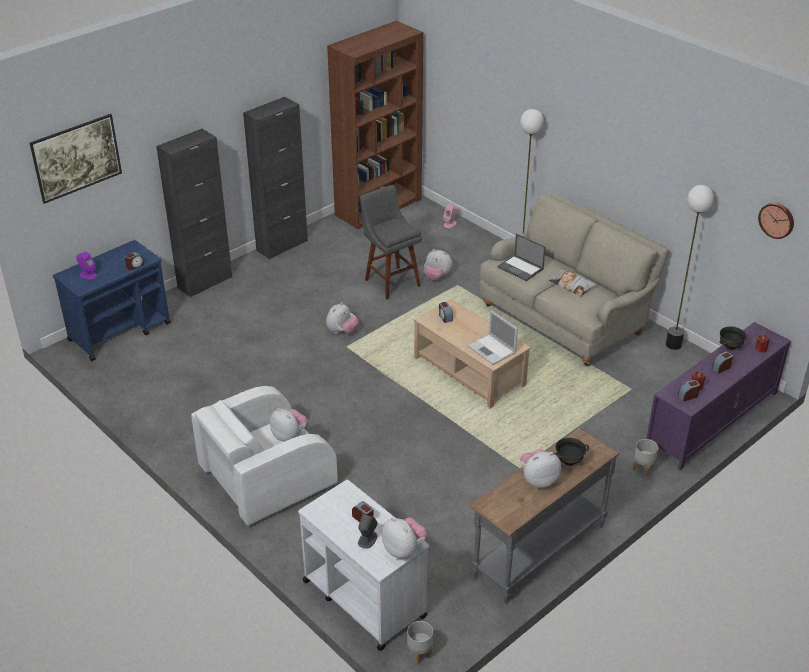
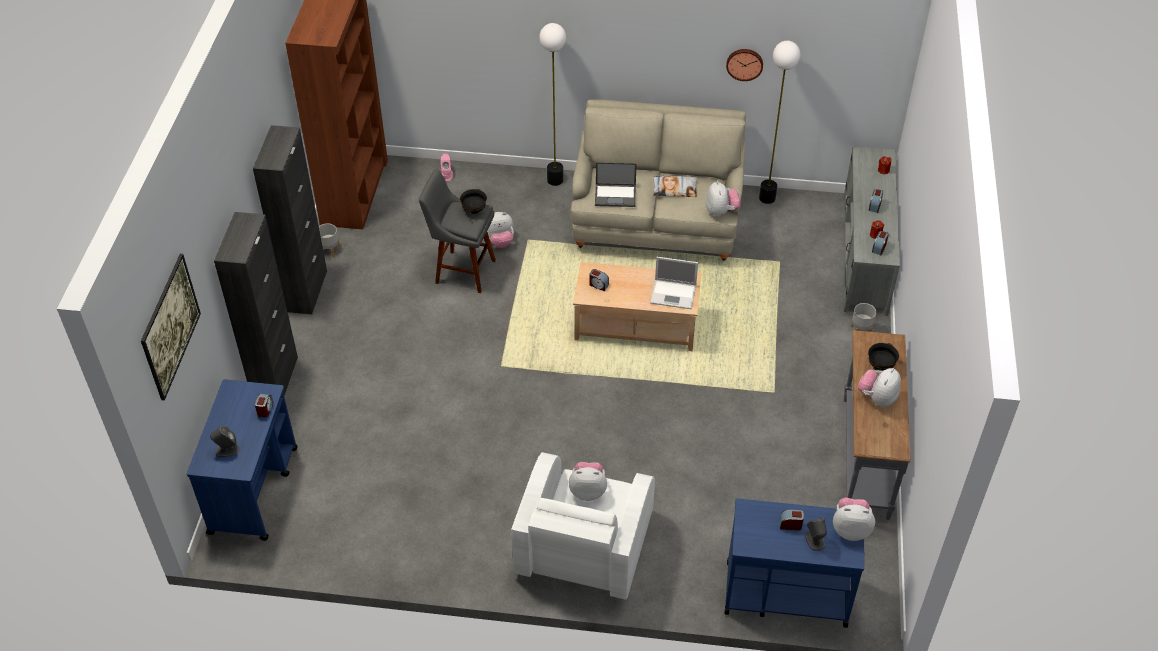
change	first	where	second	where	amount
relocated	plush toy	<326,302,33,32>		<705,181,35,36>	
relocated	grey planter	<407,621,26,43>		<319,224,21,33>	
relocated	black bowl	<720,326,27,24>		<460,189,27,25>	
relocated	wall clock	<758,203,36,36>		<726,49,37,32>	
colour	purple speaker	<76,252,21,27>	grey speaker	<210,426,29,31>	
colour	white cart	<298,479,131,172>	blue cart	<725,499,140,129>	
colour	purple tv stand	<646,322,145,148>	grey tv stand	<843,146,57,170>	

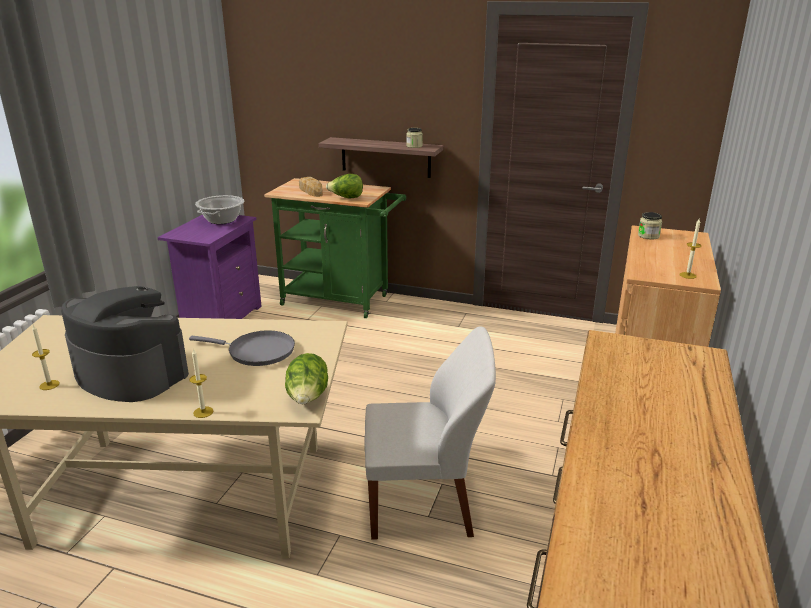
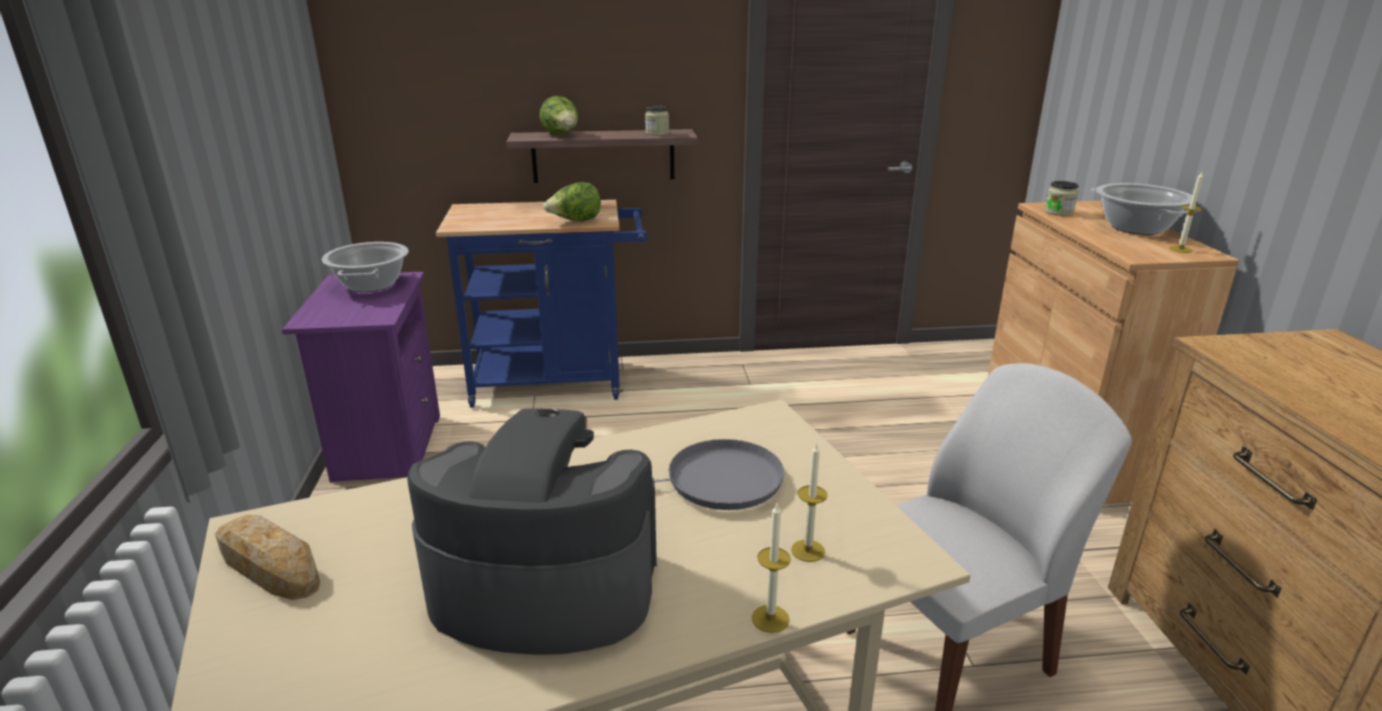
change	first	where	second	where	amount
appeared			cooking pot	<1091,183,108,52>	
relocated	candle	<32,325,28,65>		<791,442,37,120>	
relocated	lettuce	<285,353,43,51>		<540,96,38,39>	
relocated	bread	<299,177,24,20>		<215,515,105,85>	
colour	green cart	<264,178,142,140>	blue cart	<436,200,211,207>	

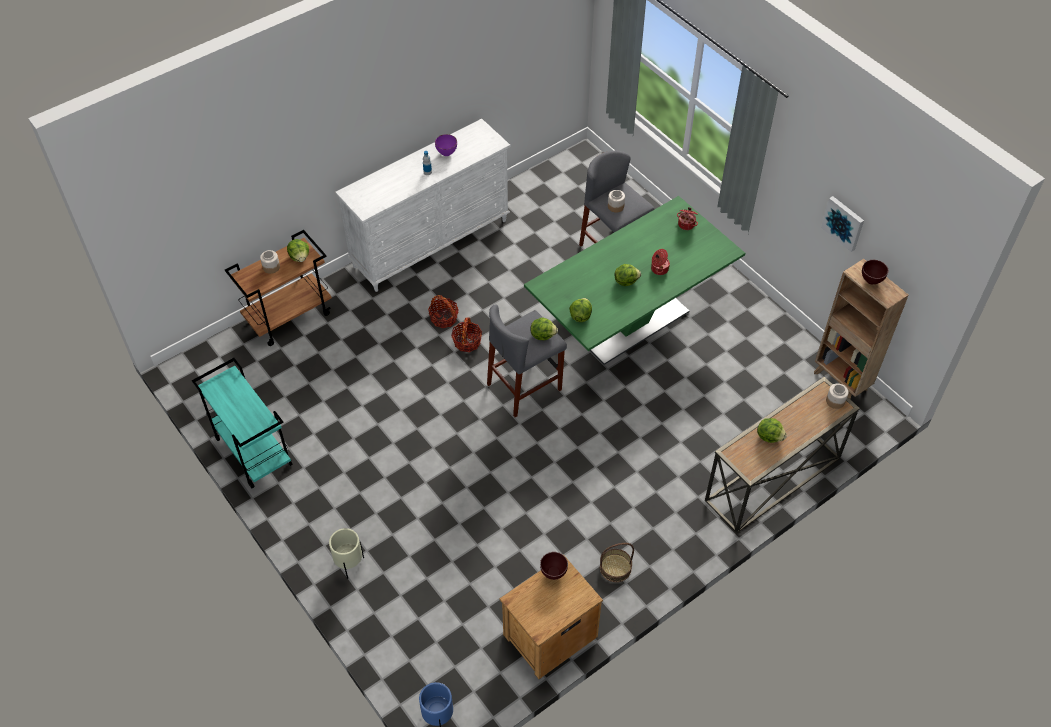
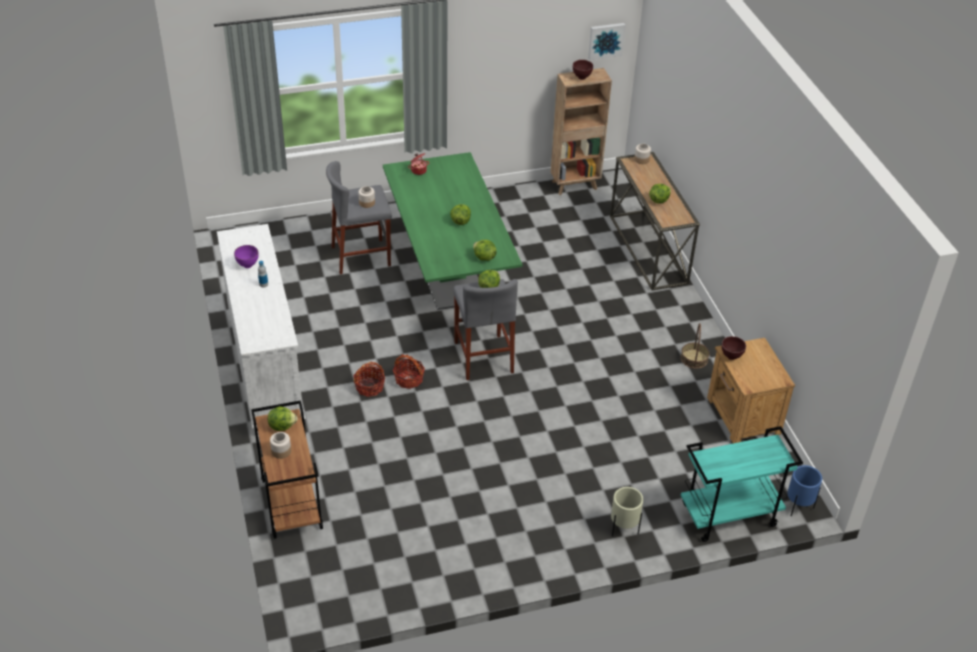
change	first	where	second	where	amount
missing	cooking pot	<651,249,19,26>			
relocated	turquoise cart	<192,358,101,130>		<681,426,122,116>	
relocated	picture	<821,196,43,56>		<588,23,38,37>	

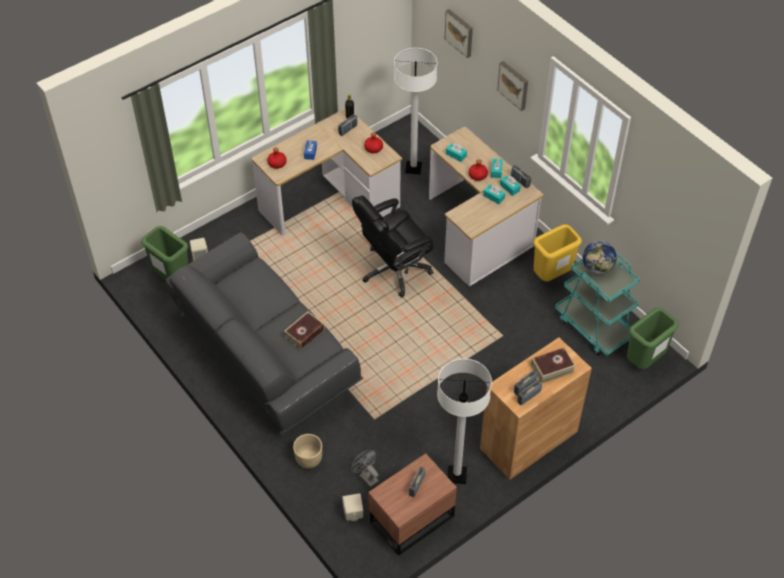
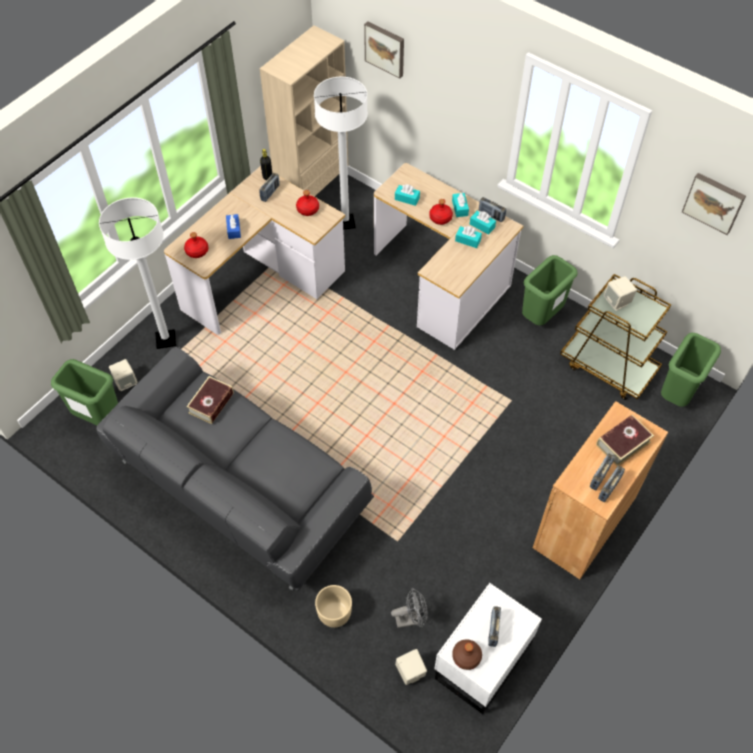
change	first	where	second	where	amount
missing	black office chair	<352,196,82,101>			
appeared			beige bookcase	<260,25,88,172>	
appeared			brown bottle	<452,639,30,31>	
relocated	book	<284,312,41,38>		<187,376,47,48>	
relocated	white floor lamp	<437,359,55,125>		<99,197,78,152>	
relocated	picture	<497,61,31,50>		<682,173,64,62>	
exchanged	globe	<583,241,34,34>	beige speaker	<603,276,34,35>	
colour	brown nightstand	<368,453,89,103>	white nightstand	<434,583,108,131>	
colour	yellow trash can	<534,224,48,57>	green trash can	<522,255,56,70>	
colour	turquoise cart	<555,252,85,104>	brown cart	<560,274,111,126>	
spun	grey fan	<351,450,28,37>		<391,588,37,40>	135 degrees clockwise

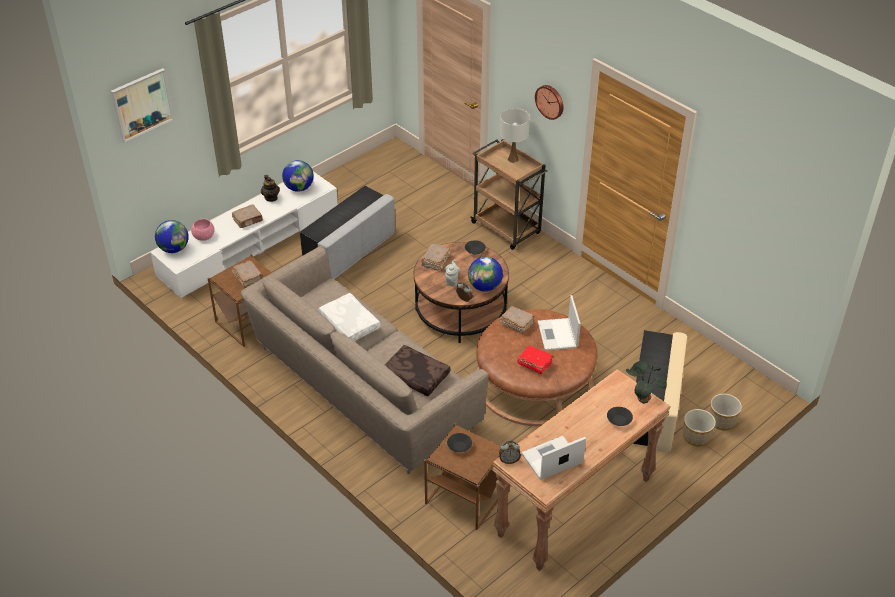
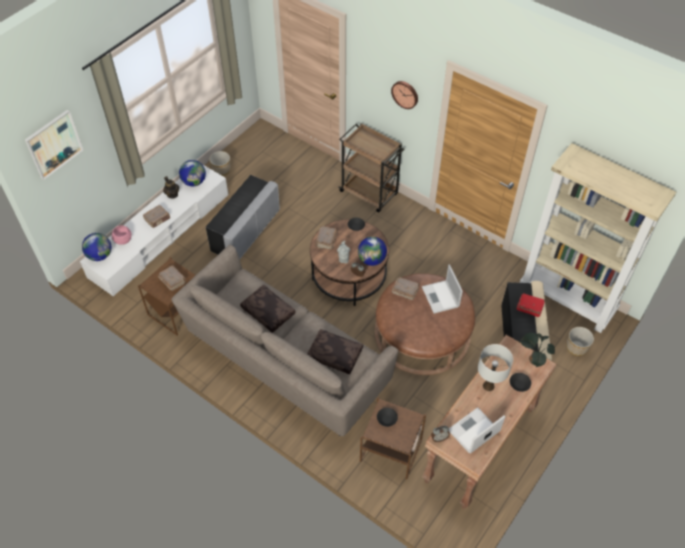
change	first	where	second	where	amount
appeared			beige bookcase	<520,143,156,190>	
relocated	white table lamp	<500,108,30,55>		<478,344,35,47>	
relocated	red book	<517,345,36,29>		<517,293,28,24>	
relocated	planter	<683,409,33,38>		<209,151,21,25>	
colour	white pillow	<318,293,63,48>	brown pillow	<240,285,56,48>	

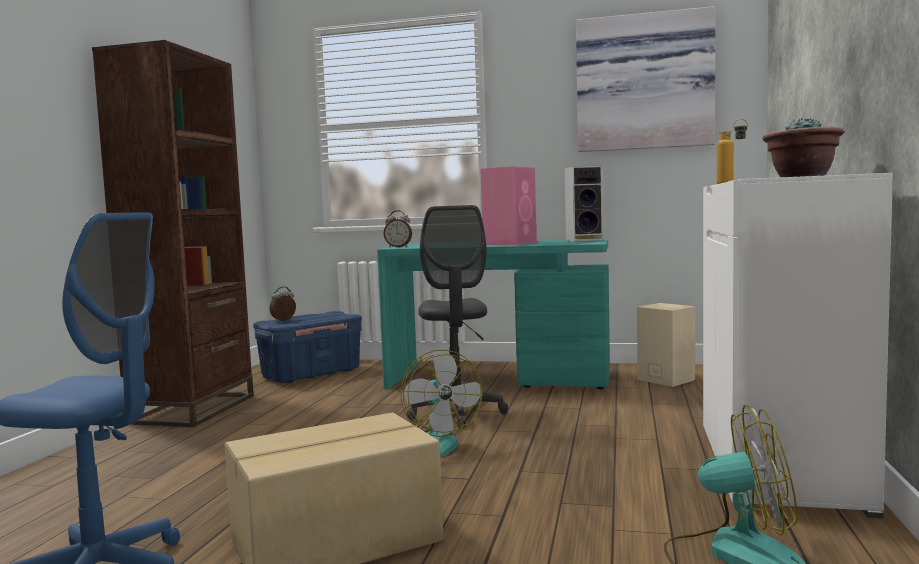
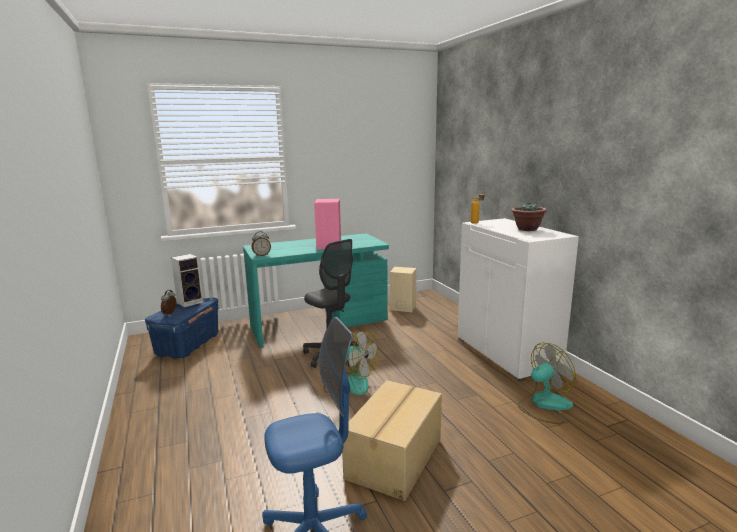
change	first	where	second	where	amount
missing	brown bookcase	<92,40,162,387>			
missing	picture	<576,6,139,146>			
relocated	speaker	<565,166,38,76>		<171,254,32,53>	

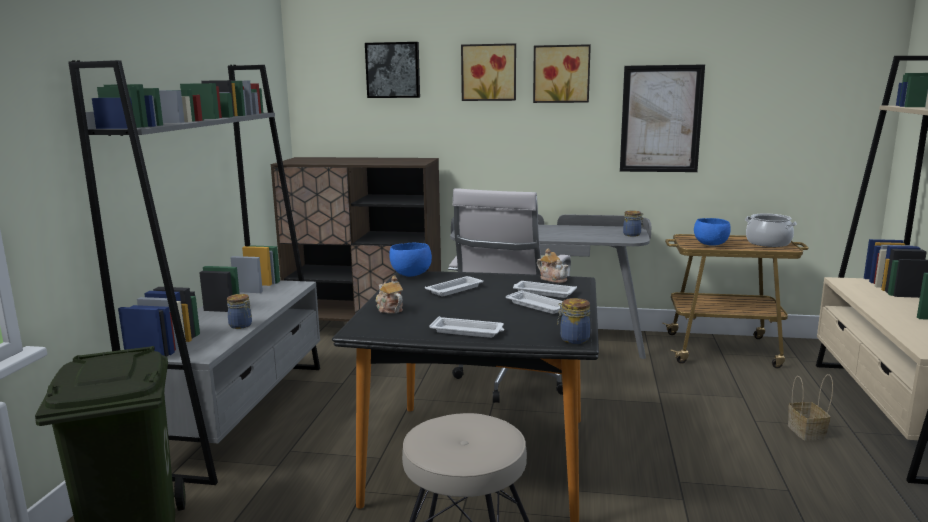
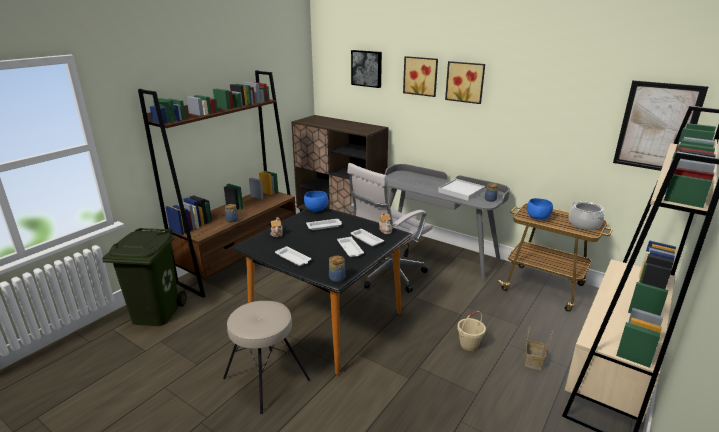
change	first	where	second	where	amount
appeared			white tray	<438,179,47,22>	
appeared			beige bucket	<457,311,29,40>	
relocated	picture	<620,64,85,108>		<613,80,96,91>	
colour	grey bookcase	<68,60,252,425>	brown bookcase	<138,70,158,228>	

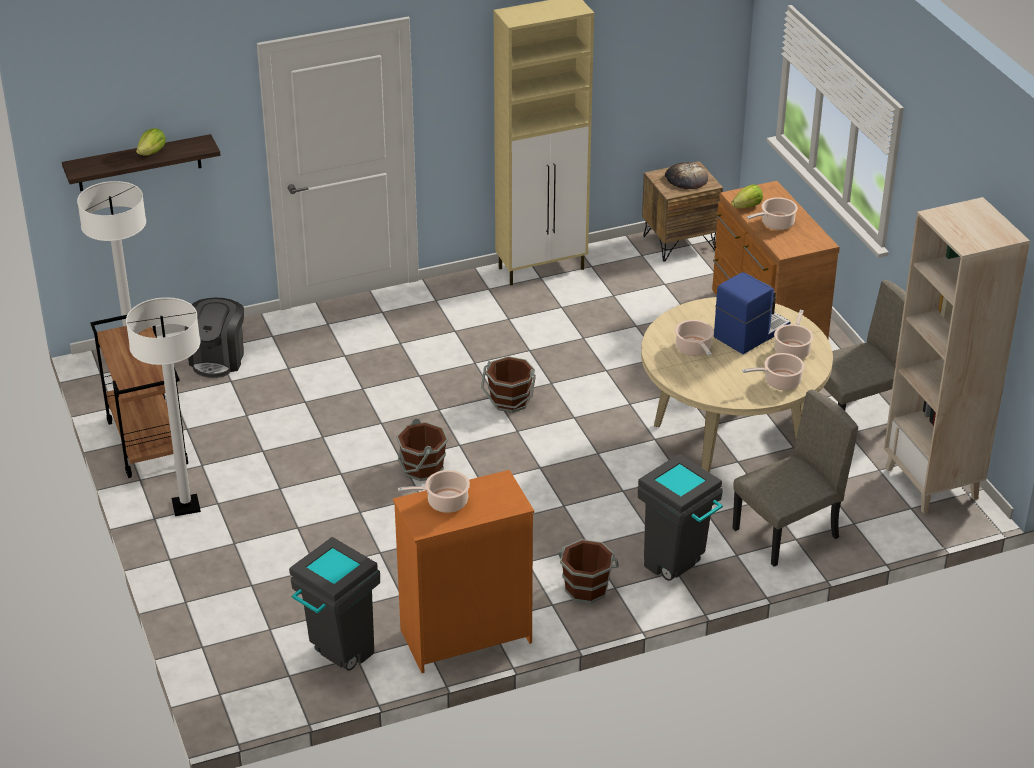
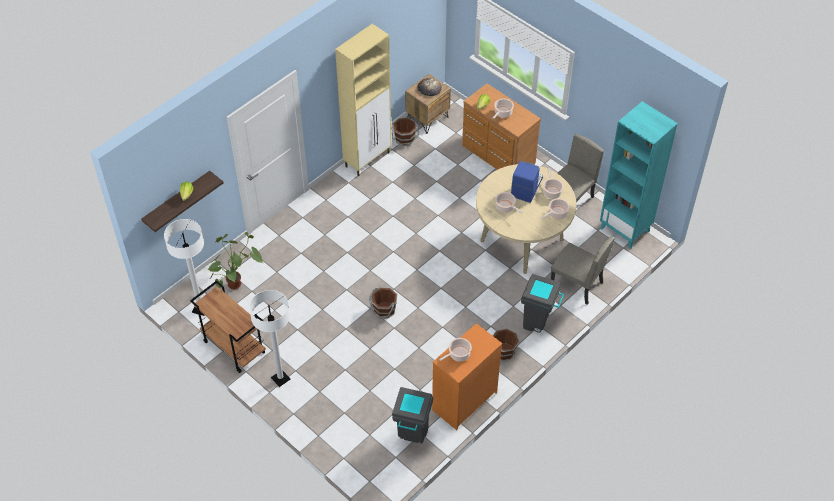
change	first	where	second	where	amount
relocated	brown bucket	<481,356,55,57>		<391,117,28,29>	
exchanged	coffee machine	<185,298,59,80>	potted plant	<208,232,55,57>	
colour	beige bookcase	<884,197,146,317>	turquoise bookcase	<600,101,78,148>	
spun	beige chair	<733,390,125,177>		<551,237,64,68>	90 degrees clockwise

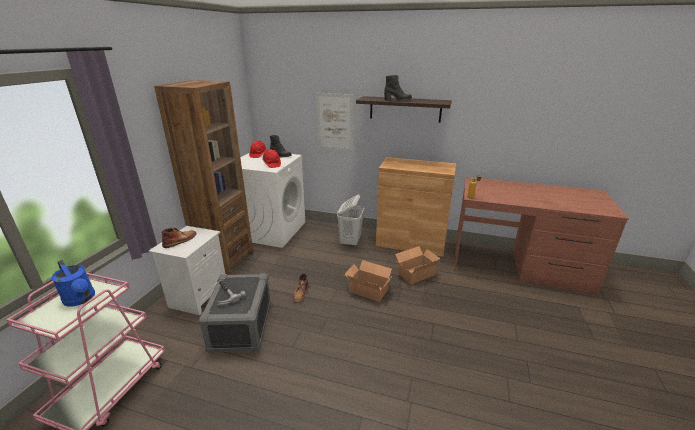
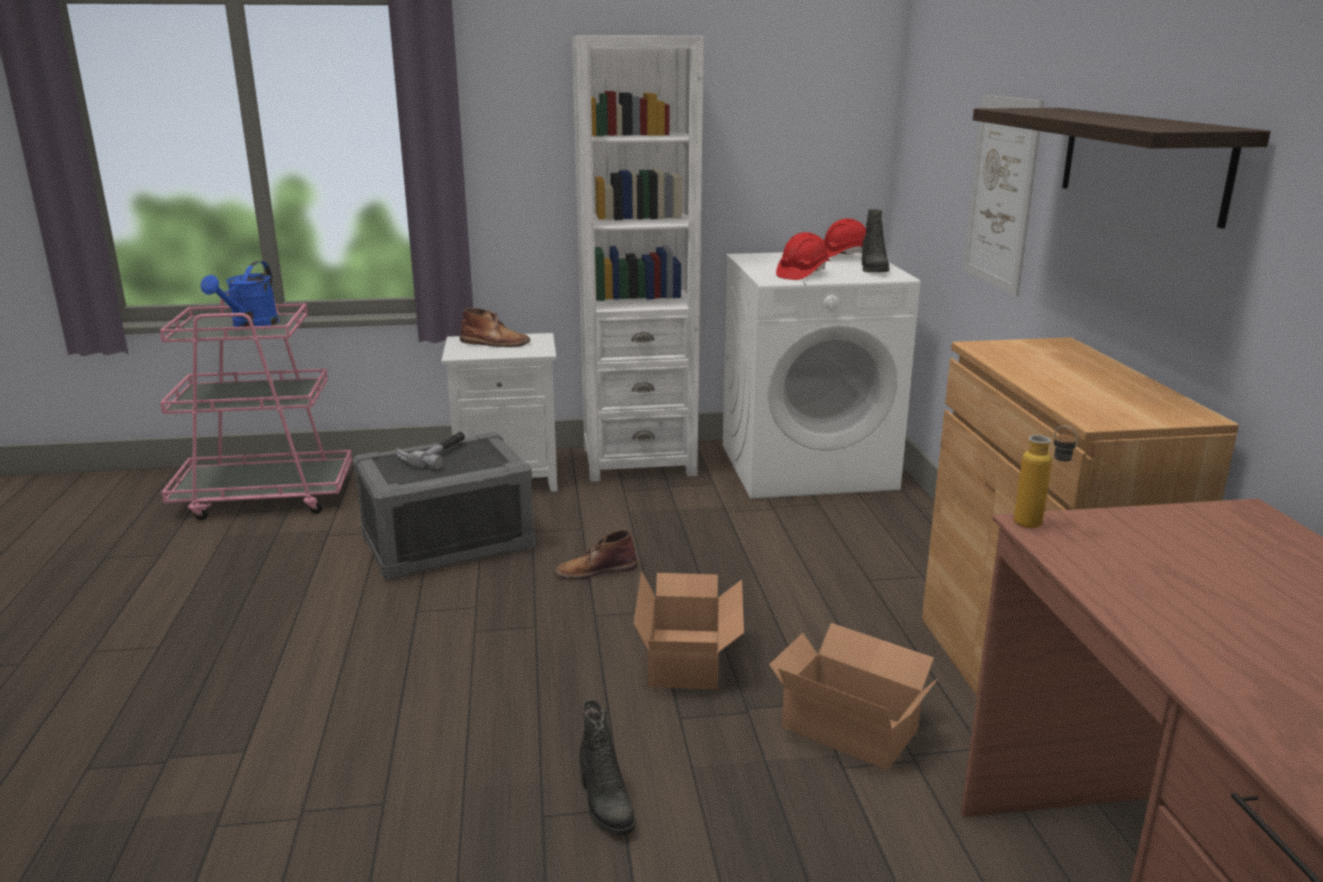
change	first	where	second	where	amount
missing	white laundry basket	<337,195,27,52>			
relocated	black boot	<384,75,28,26>		<579,700,57,136>	
colour	brown bookcase	<154,80,99,195>	white bookcase	<572,36,132,446>	

